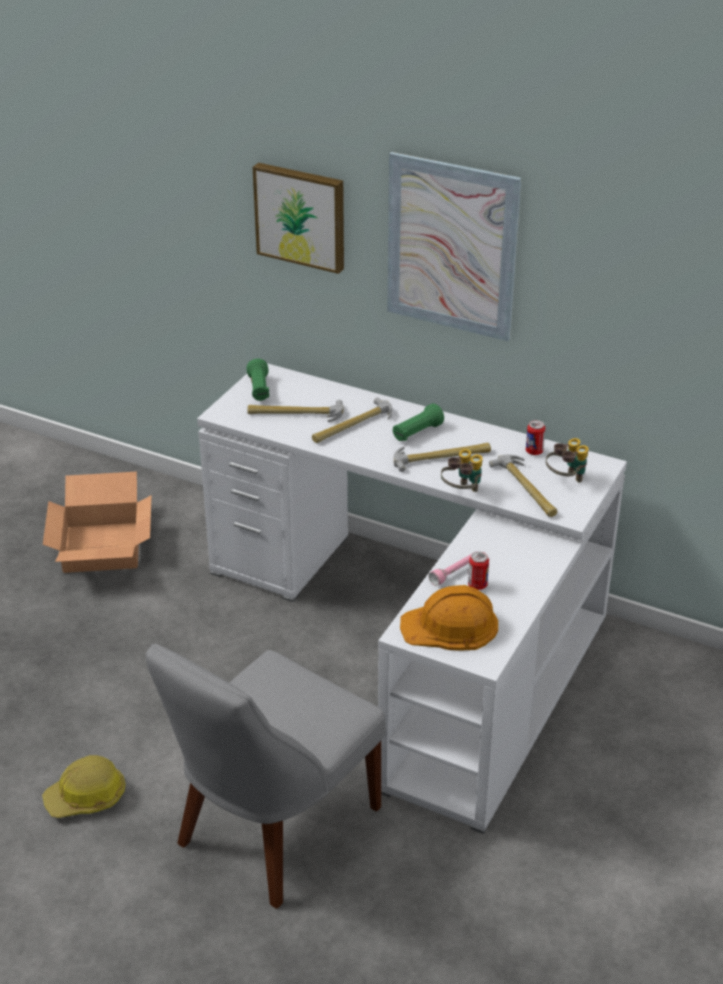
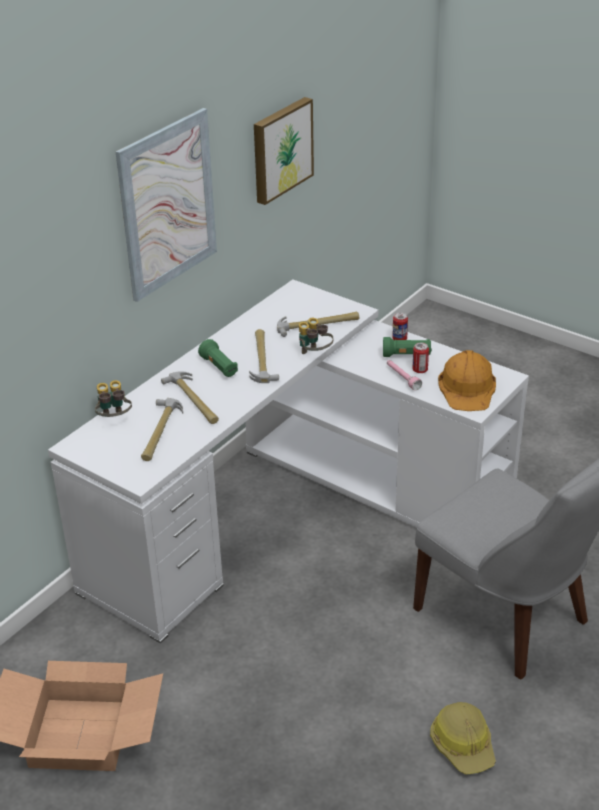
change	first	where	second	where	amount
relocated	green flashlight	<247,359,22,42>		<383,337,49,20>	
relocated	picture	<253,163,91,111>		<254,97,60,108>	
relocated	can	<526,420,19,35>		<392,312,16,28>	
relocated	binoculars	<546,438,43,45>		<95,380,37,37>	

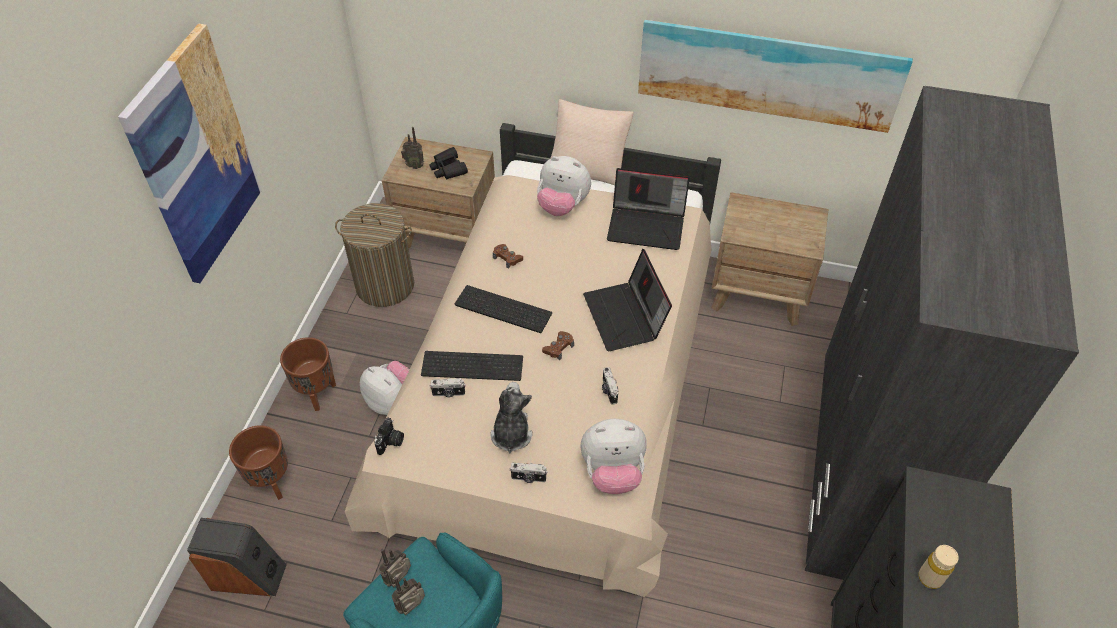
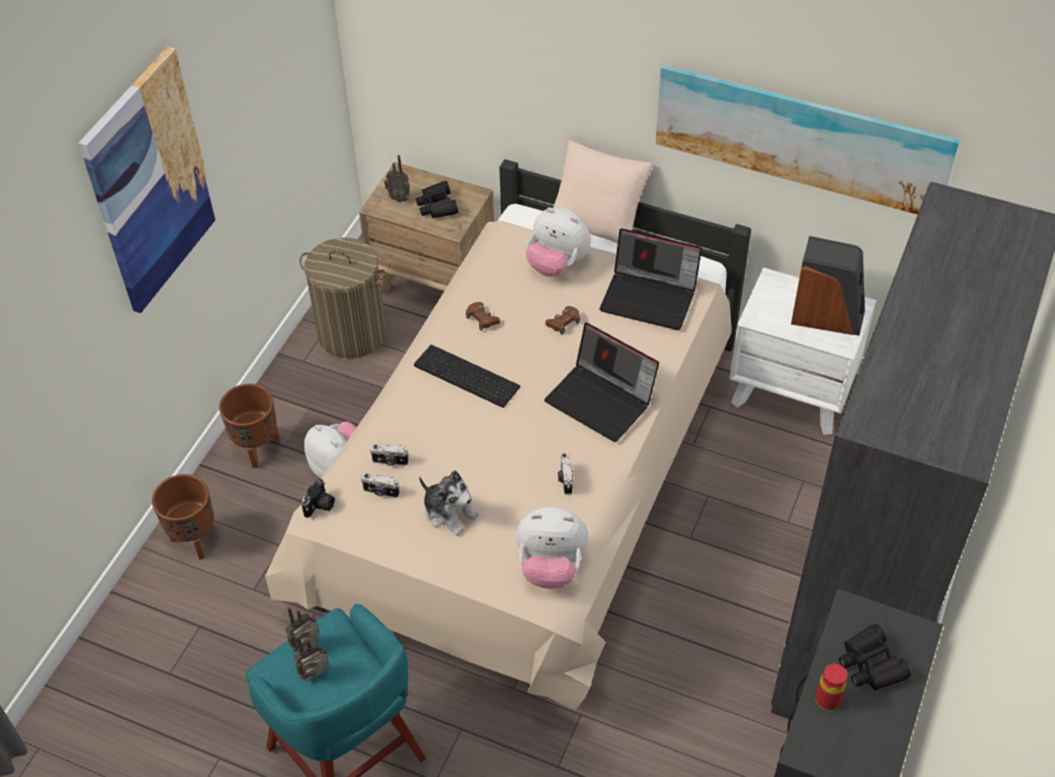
change	first	where	second	where	amount
missing	keyboard	<421,351,102,30>			
appeared			black binoculars	<839,624,72,67>	
relocated	speaker	<187,518,100,78>		<791,236,74,100>	
relocated	photo camera	<510,463,38,20>		<361,473,39,25>	
relocated	brown game controller	<542,331,32,29>		<545,306,35,29>	
colour	brown nightstand	<711,192,117,134>	white nightstand	<729,268,147,167>	
colour	beige bottle	<918,545,41,44>	red bottle	<815,664,32,47>	
spun	plush toy	<490,382,43,72>		<419,470,60,66>	120 degrees clockwise
spun	laptop	<583,249,89,102>		<544,323,115,119>	45 degrees counterclockwise

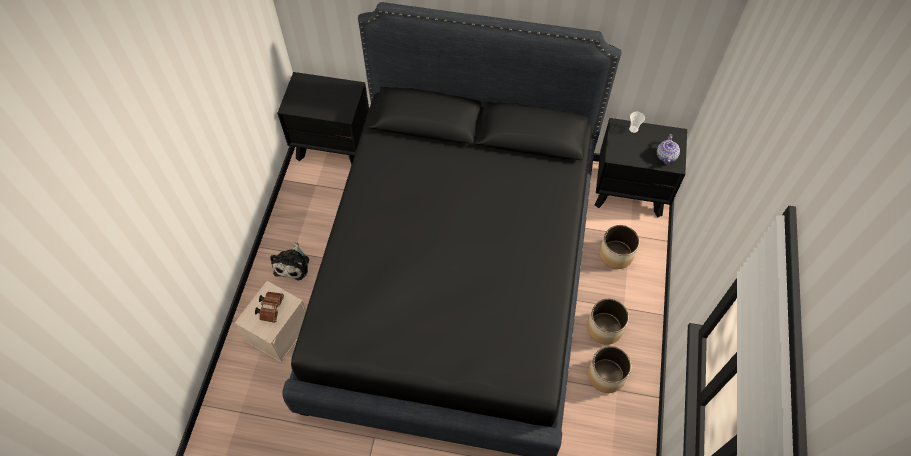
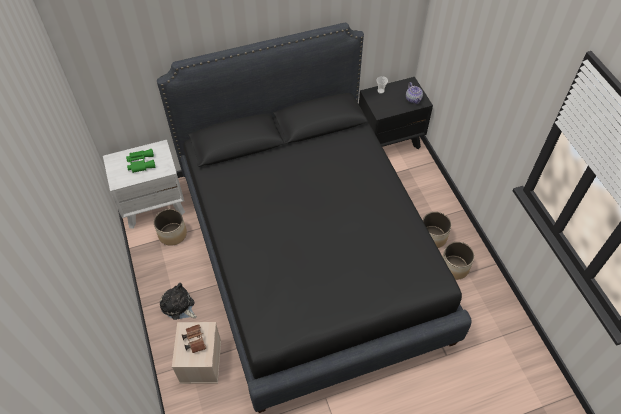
change	first	where	second	where	amount
appeared			green binoculars	<126,149,29,24>	
relocated	planter	<599,225,40,44>		<154,209,33,37>	
colour	black nightstand	<277,72,92,93>	white nightstand	<103,140,82,89>	
spun	plush toy	<270,242,39,38>		<160,283,37,37>	150 degrees clockwise

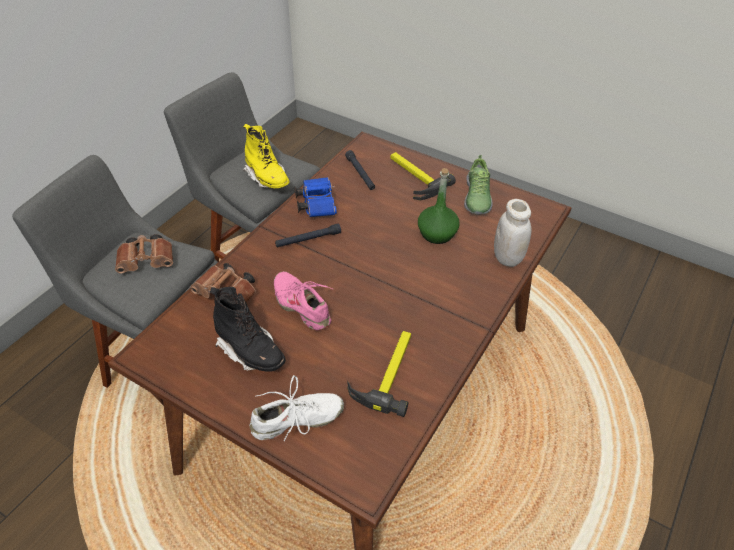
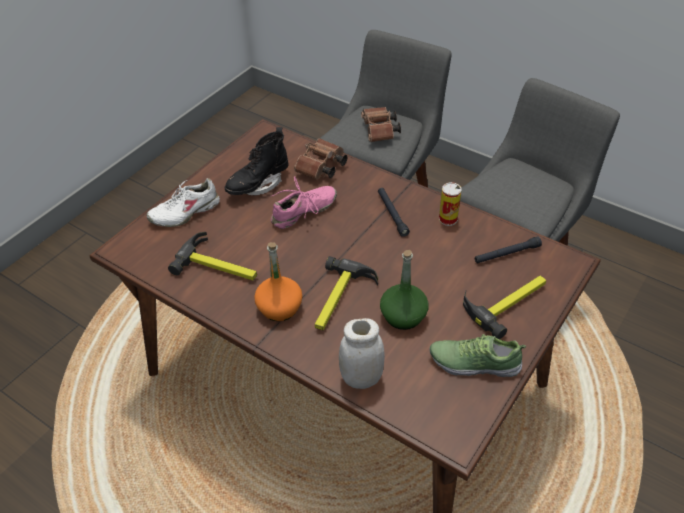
change	first	where	second	where	amount
missing	yellow boot	<243,124,46,64>			
appeared			orange bottle	<254,242,48,79>	
appeared			hammer	<315,256,63,74>	
exchanged	blue binoculars	<295,177,42,40>	can	<439,182,23,44>	
spun	white shoe	<249,375,95,67>		<147,178,73,49>	75 degrees clockwise

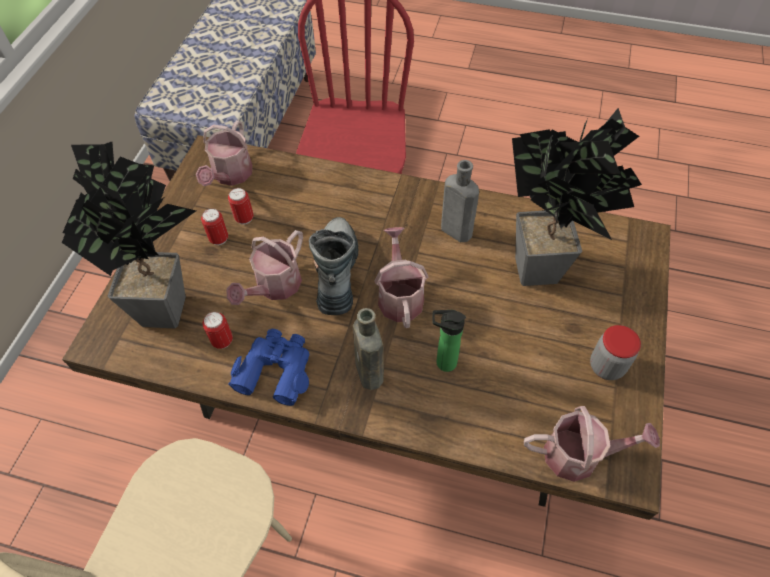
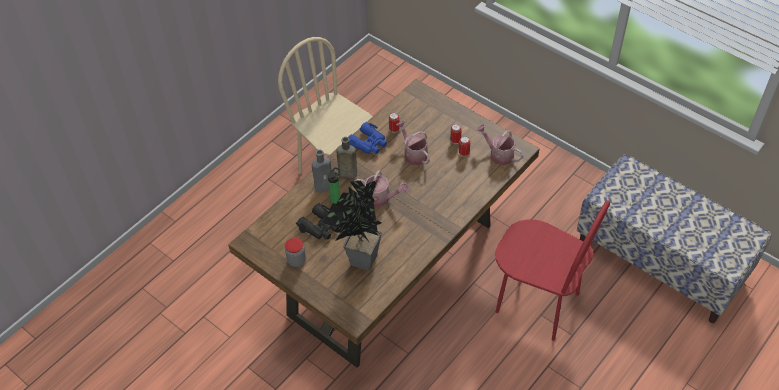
change	first	where	second	where	amount
missing	potted plant	<62,142,134,186>			
missing	boot	<309,217,49,98>			
missing	watering can	<524,406,136,76>			
appeared			black binoculars	<296,203,43,37>	
relocated	grey bottle	<441,160,38,82>		<312,150,20,43>	

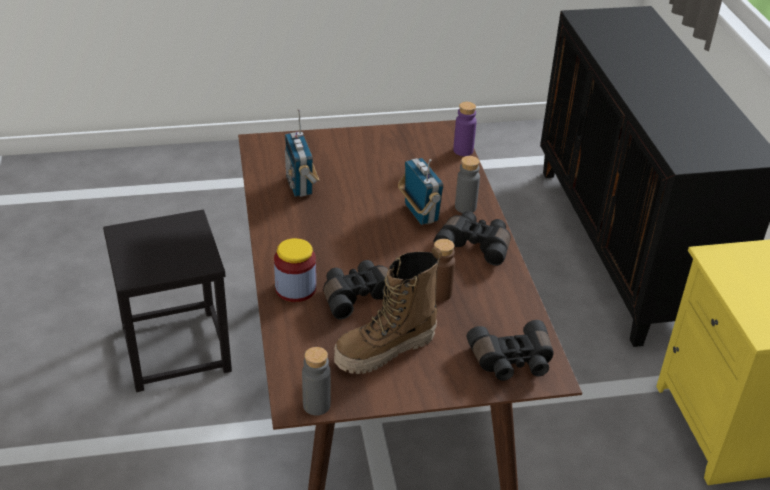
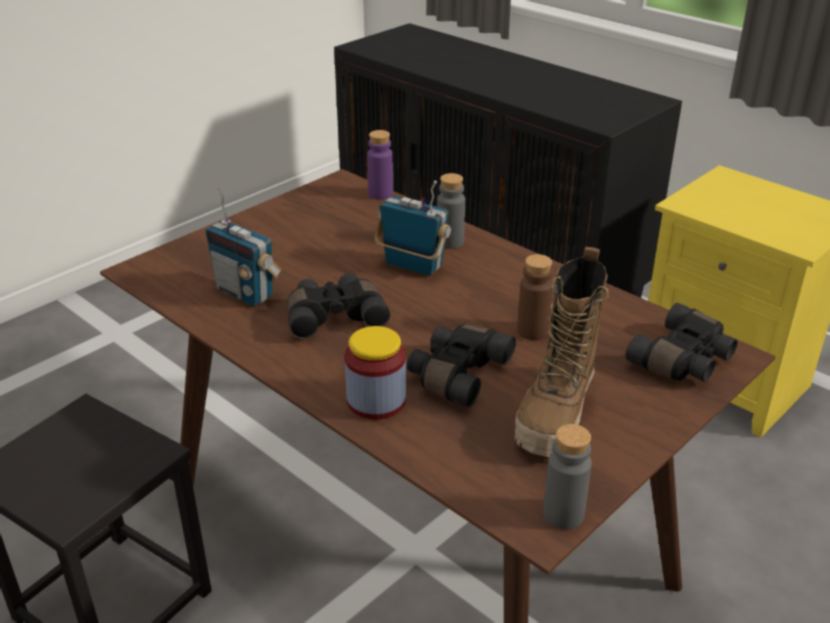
change	first	where	second	where	amount
relocated	black binoculars	<434,211,77,55>		<288,273,102,66>	

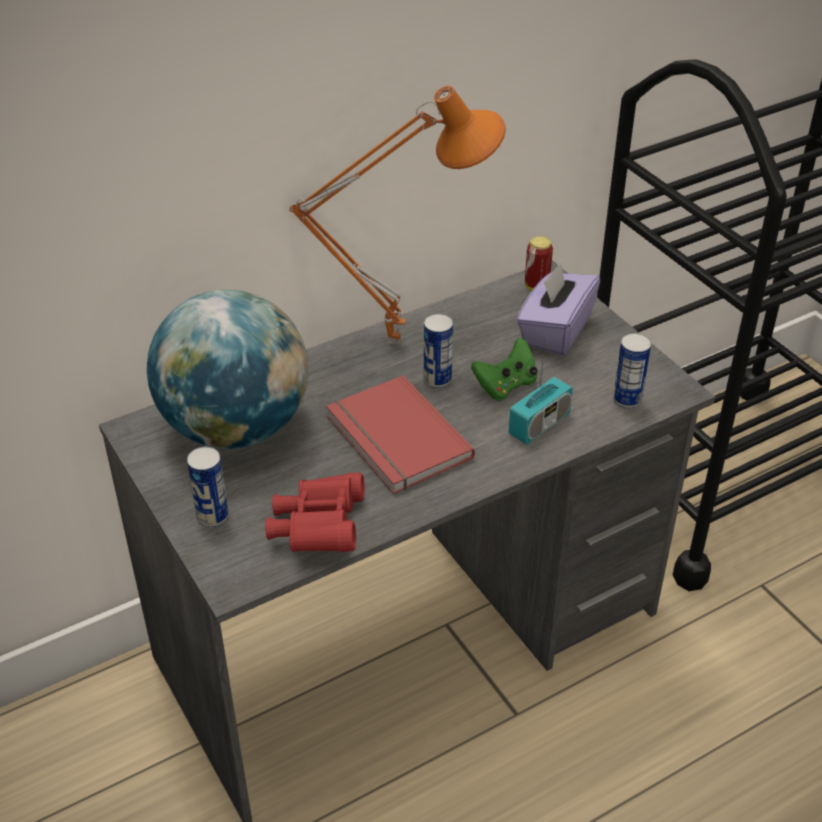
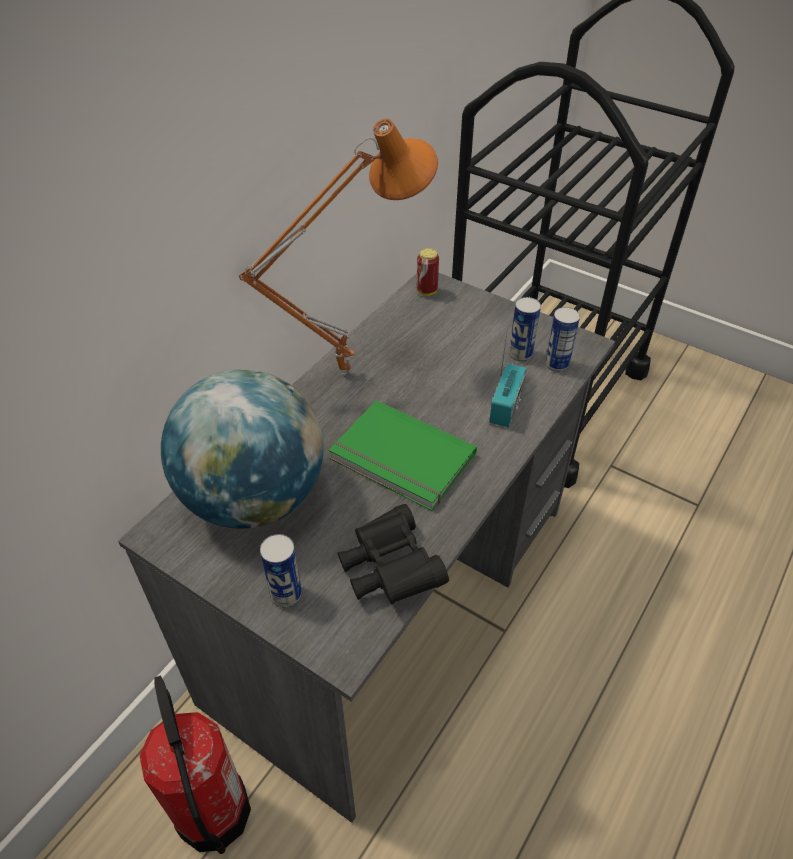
change	first	where	second	where	amount
missing	green game controller	<471,337,66,64>			
missing	purple tissue box	<516,262,84,94>			
appeared			fire extinguisher	<139,675,112,179>	
relocated	can	<424,314,29,75>		<509,297,32,65>	
colour	red binoculars	<265,473,100,79>	black binoculars	<338,504,111,100>	
colour	red book	<326,375,149,119>	green book	<329,400,148,111>	

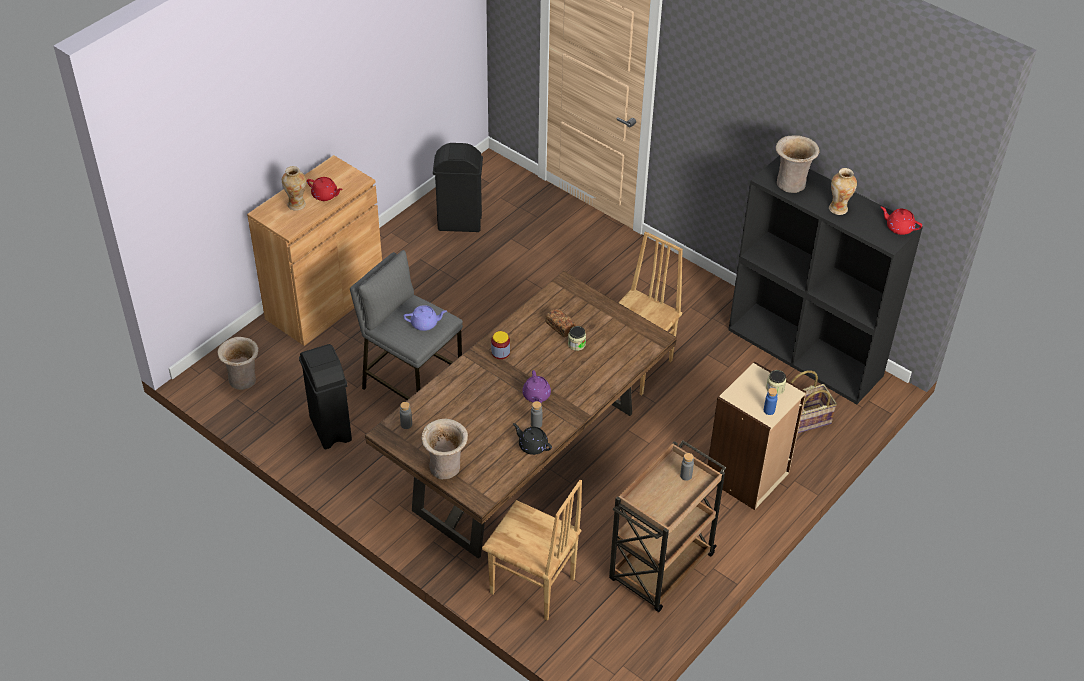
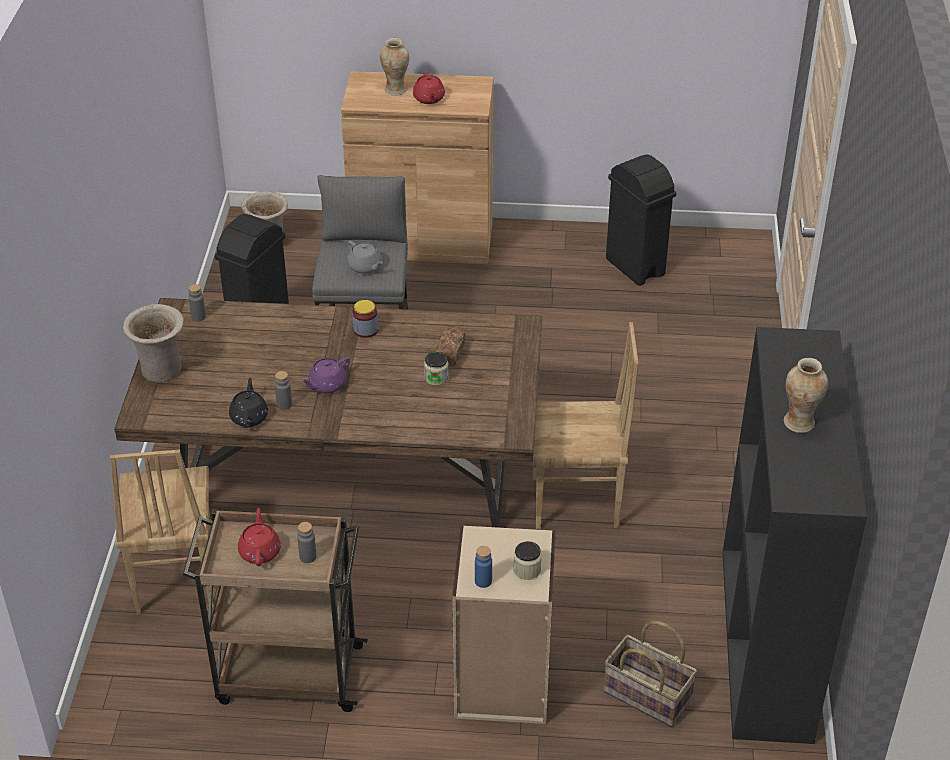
change	first	where	second	where	amount
missing	beige vase	<776,135,43,58>			
relocated	red teapot	<881,207,41,28>		<238,508,43,58>	
colour	purple teapot	<403,305,44,26>	grey teapot	<347,241,36,33>	

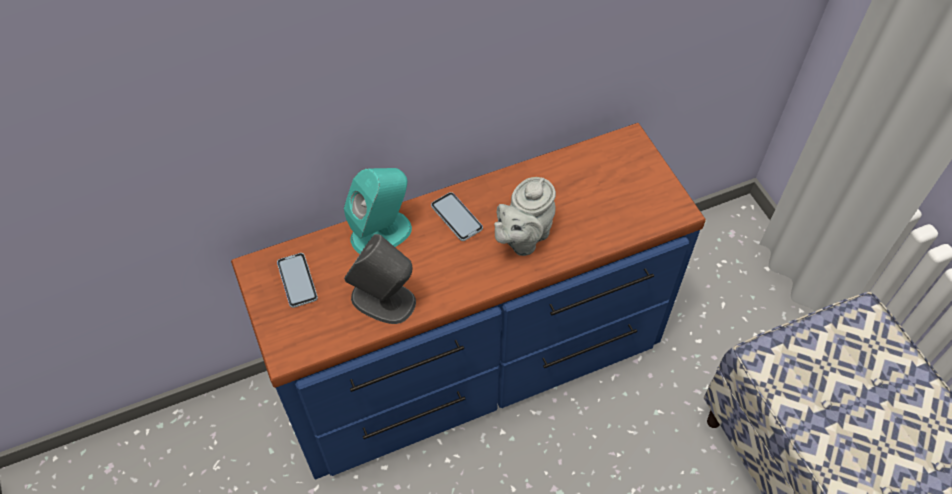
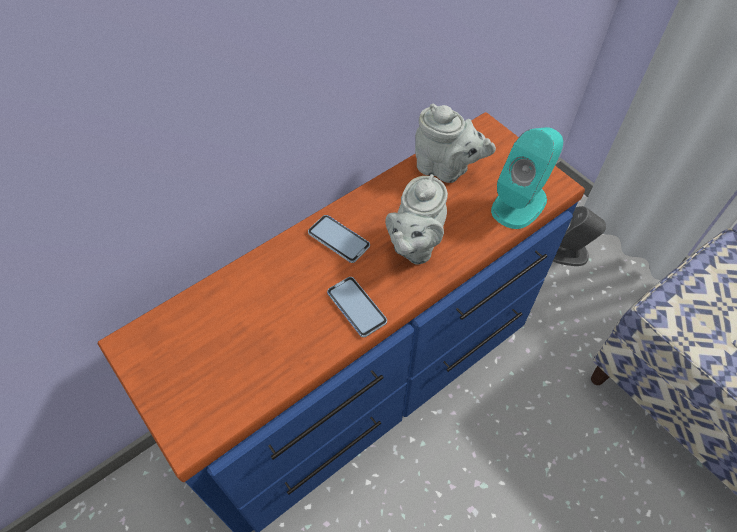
change	first	where	second	where	amount
appeared			grey teapot	<415,103,81,80>	
relocated	phone	<277,253,41,55>		<327,277,60,60>	
relocated	turquoise speaker	<344,168,68,86>		<491,127,72,102>	
relocated	grey speaker	<344,234,72,90>		<553,206,53,60>	

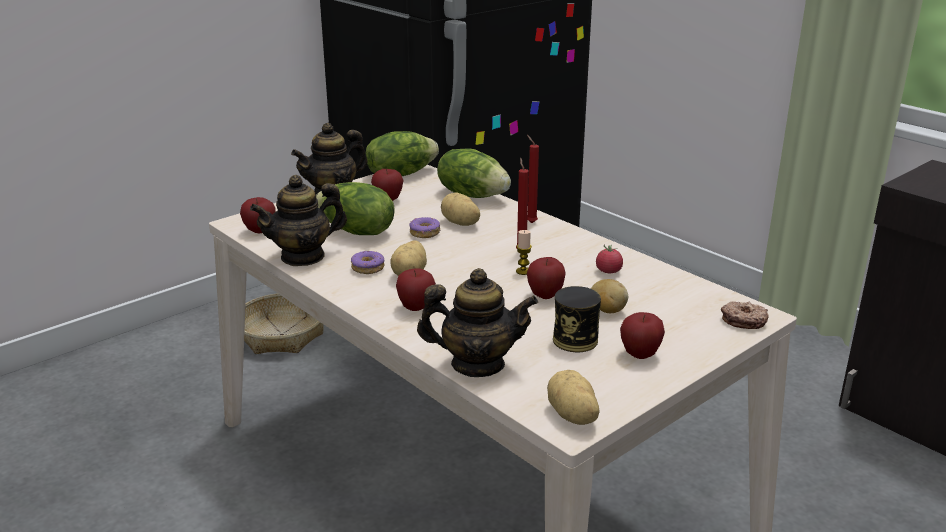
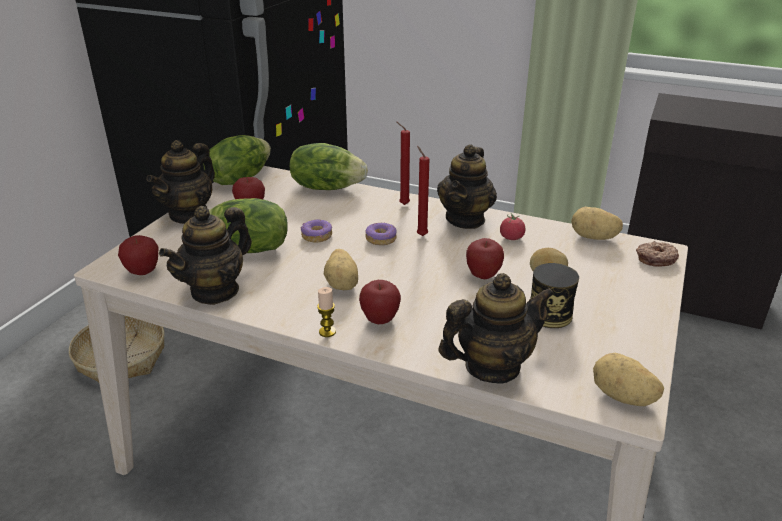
change	first	where	second	where	amount
missing	apple	<620,312,45,47>			
appeared			teapot	<437,144,60,85>	
relocated	donut	<351,251,34,23>		<365,222,32,23>	
relocated	potato	<441,192,39,34>		<571,207,52,33>	
relocated	candle	<516,230,16,45>		<317,287,19,50>	

